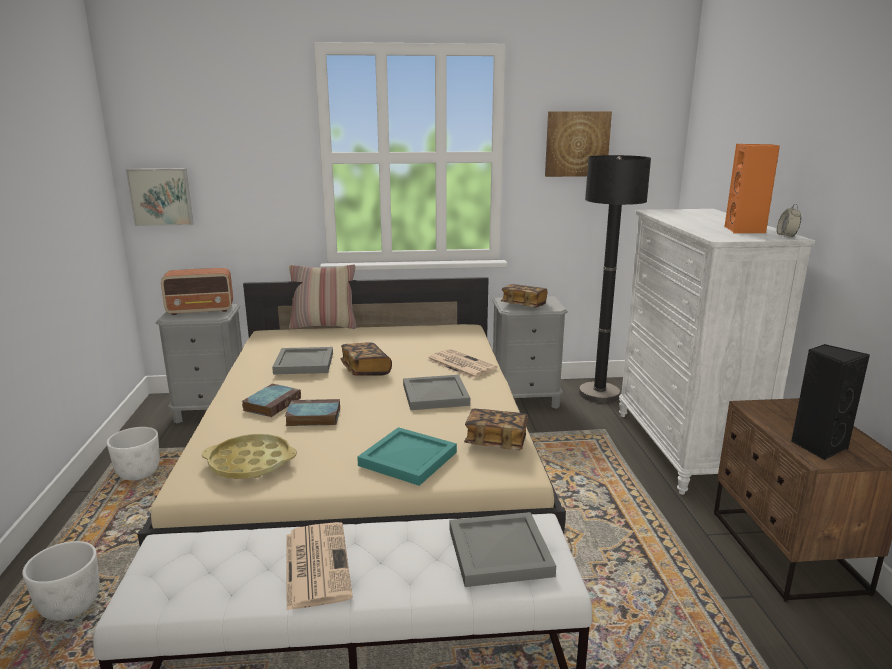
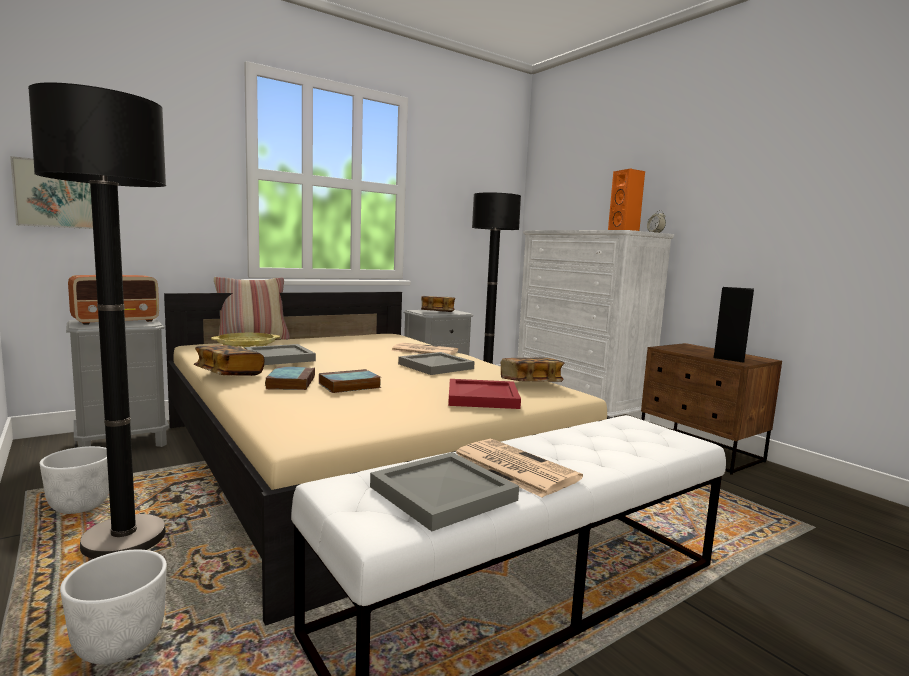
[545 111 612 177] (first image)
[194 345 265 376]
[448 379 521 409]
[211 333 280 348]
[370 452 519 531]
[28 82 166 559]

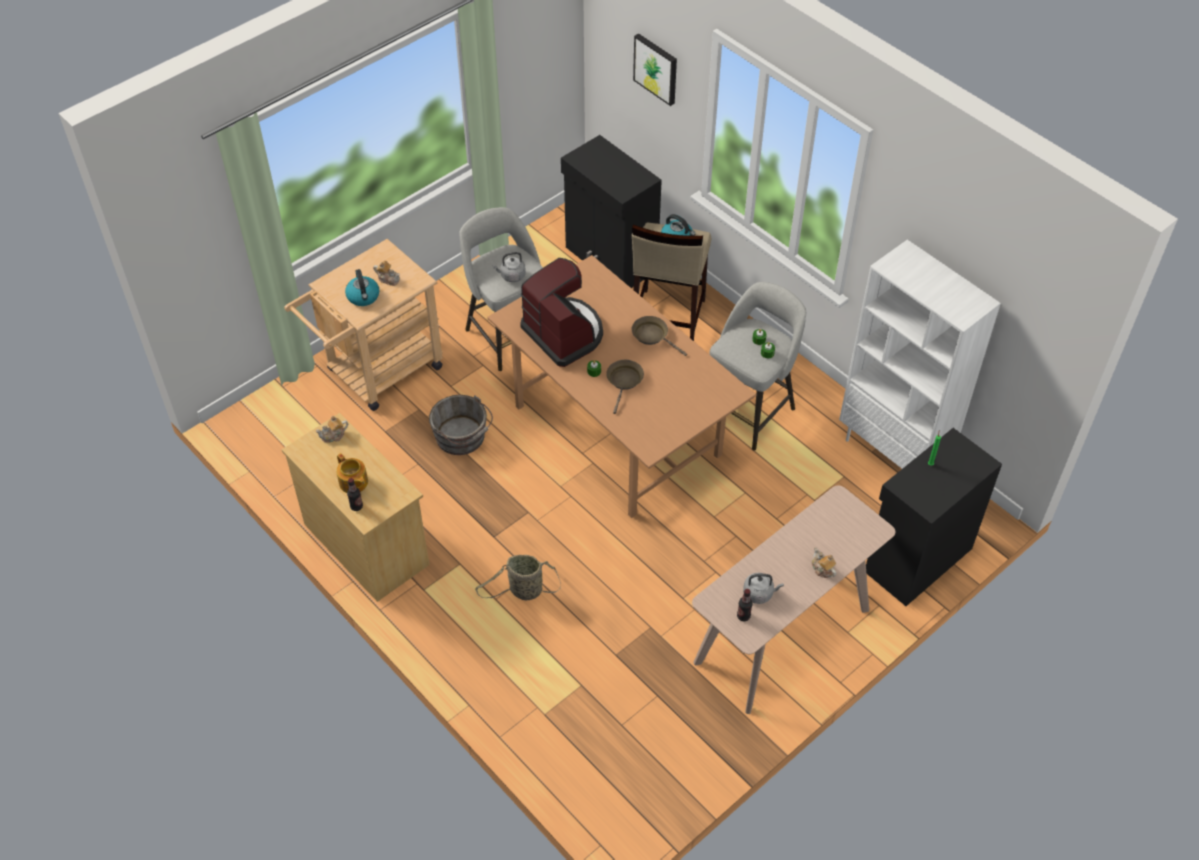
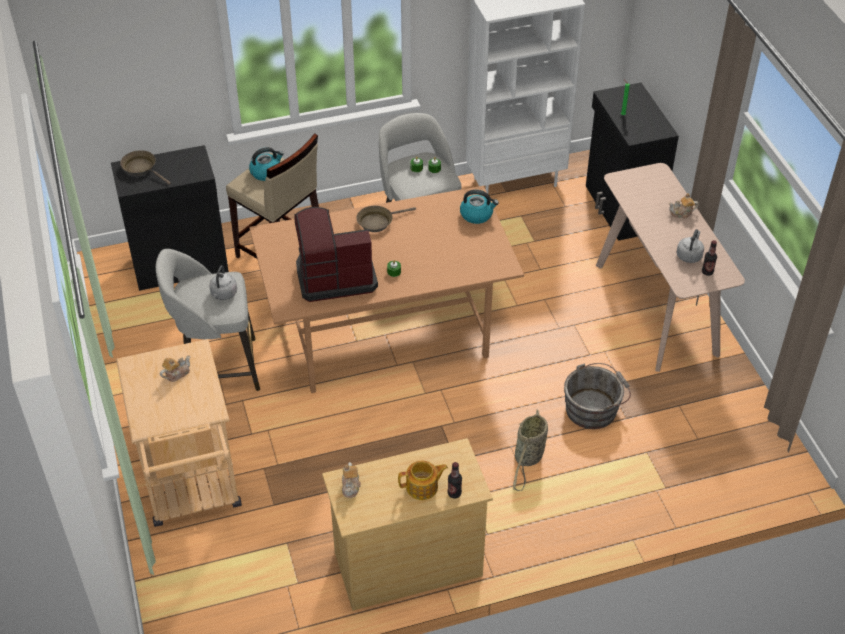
[633 33 677 106] (first image)
[460 190 499 224]
[120 150 171 185]
[564 363 631 429]

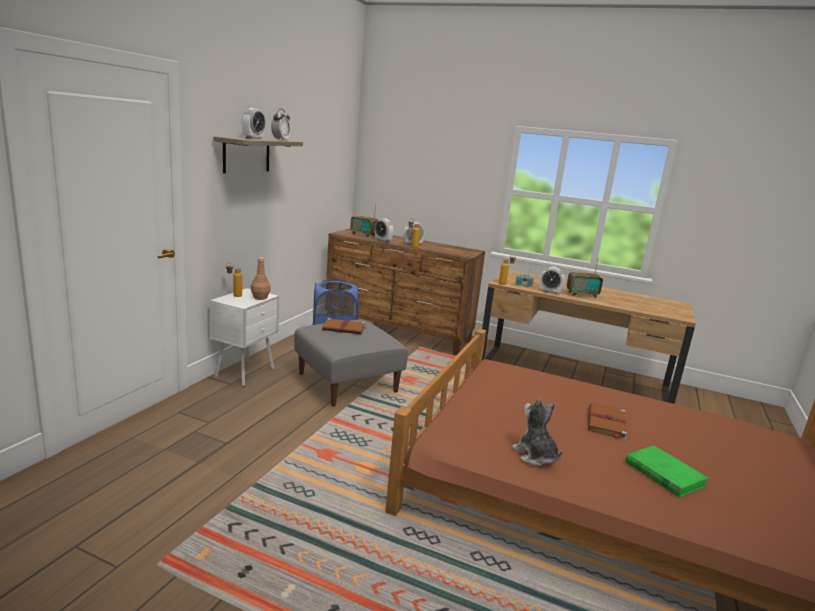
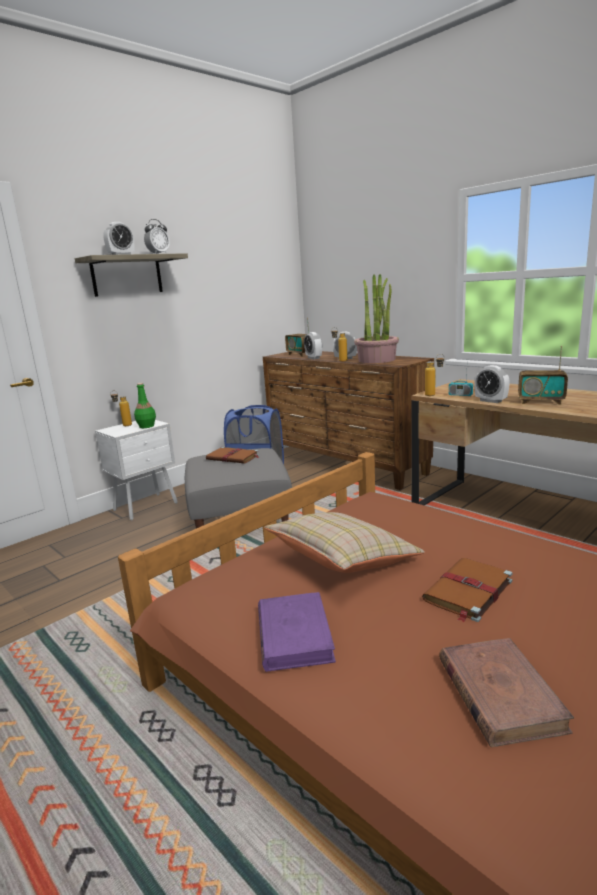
[134 383 156 428]
[258 592 336 672]
[439 638 574 747]
[354 274 399 363]
[264 512 425 573]

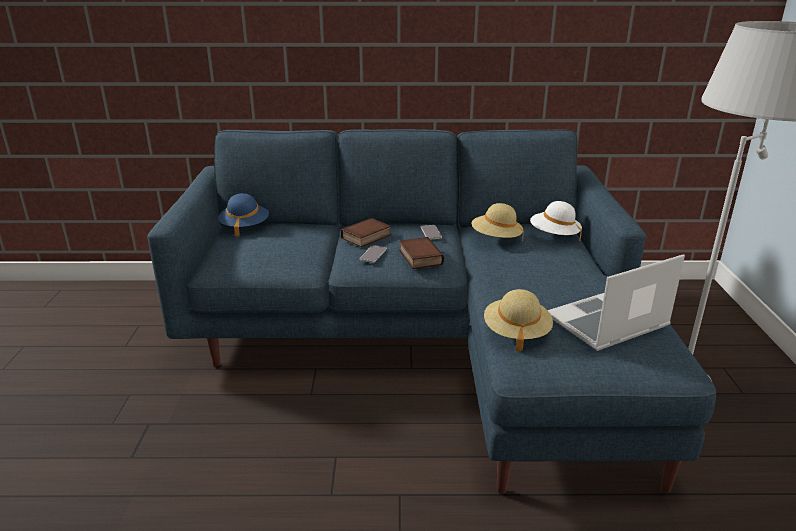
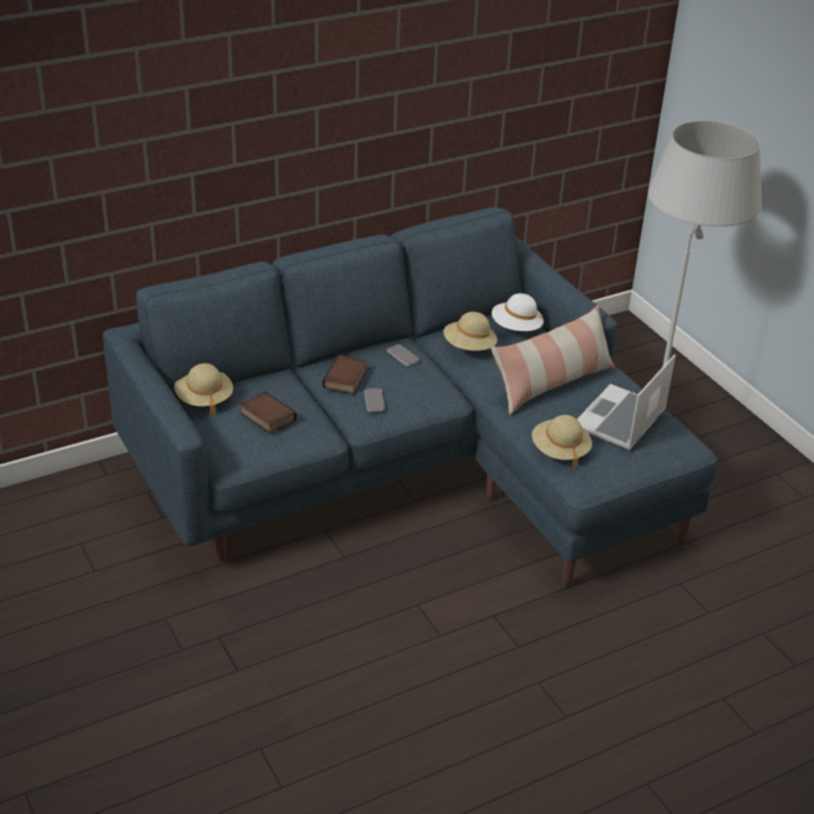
[174 363 233 415]
[240 391 297 434]
[491 305 615 415]

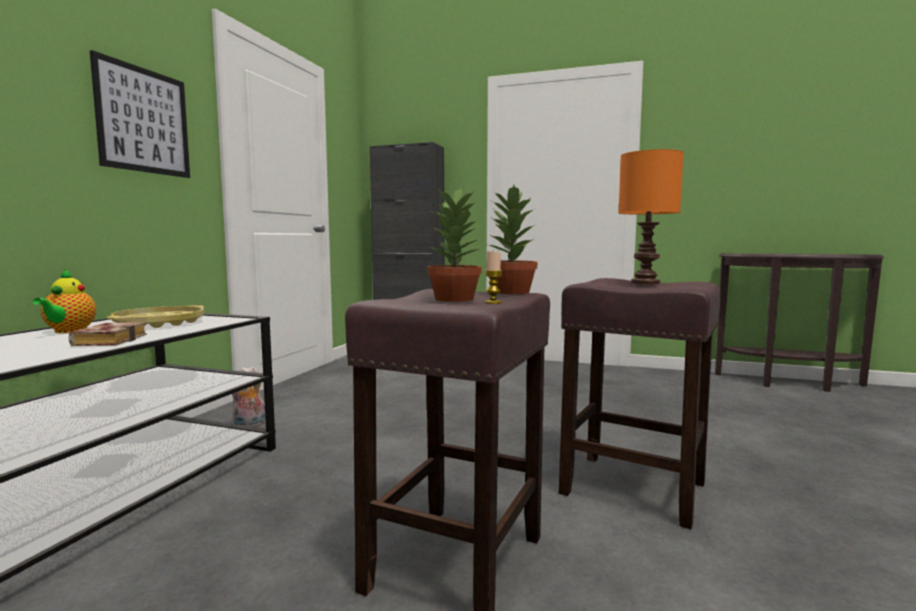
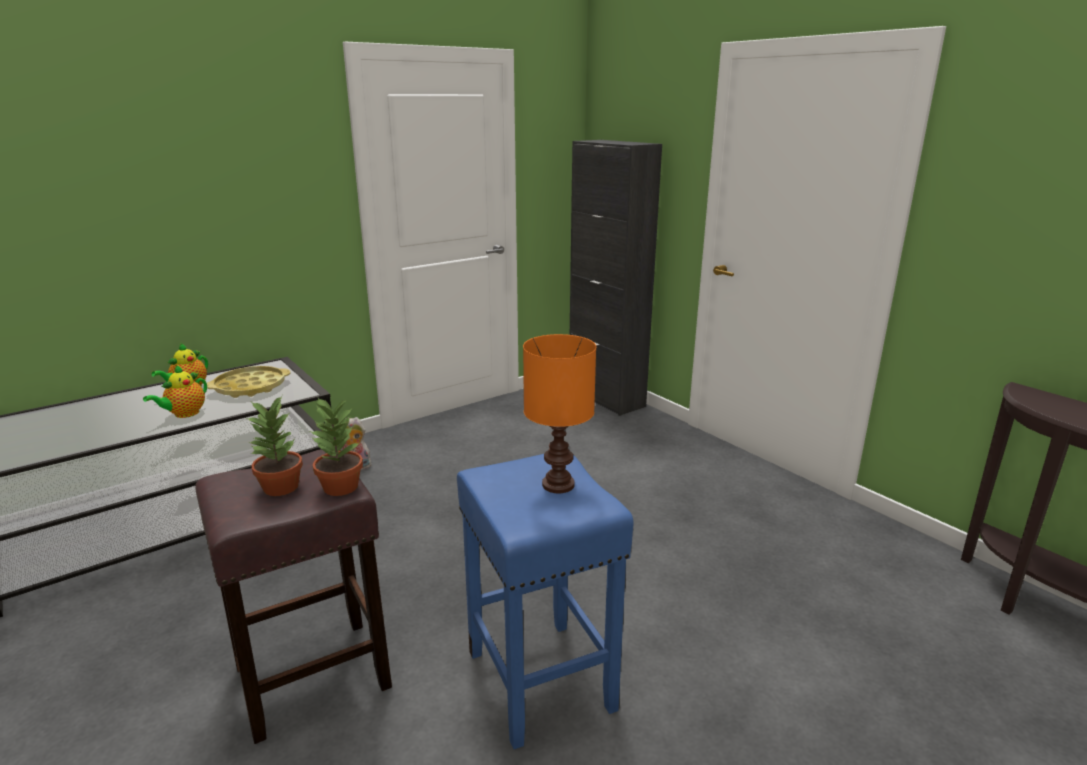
[90 50 190 178] (first image)
[485 251 502 304] (first image)
[457 454 634 749]
[143 365 207 418]

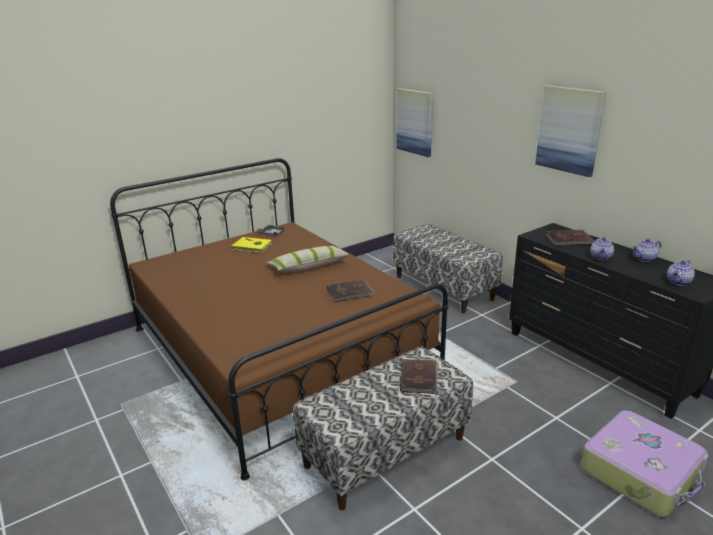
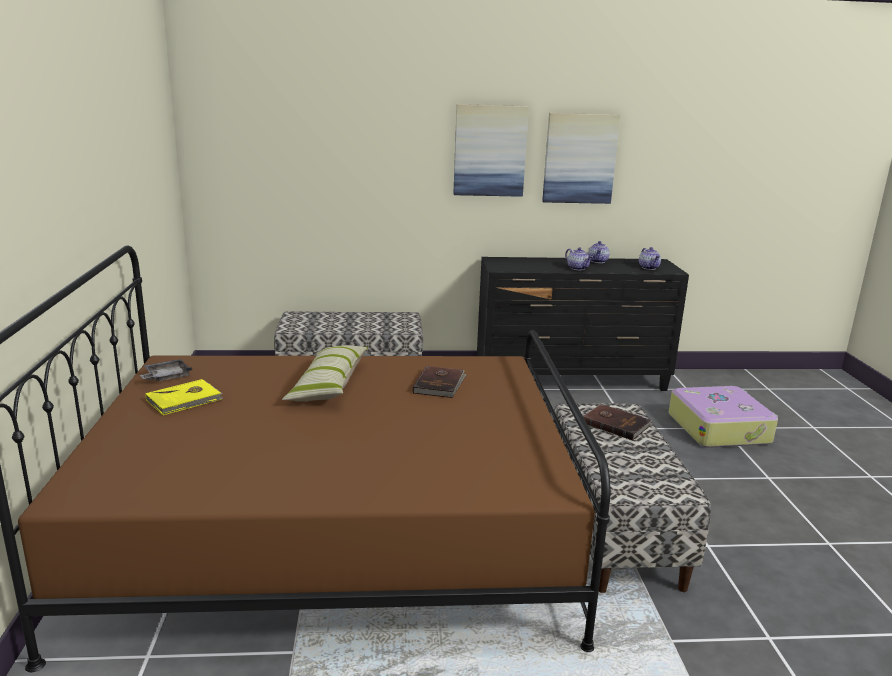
[542 113 620 204]
[546 230 595 246] (first image)

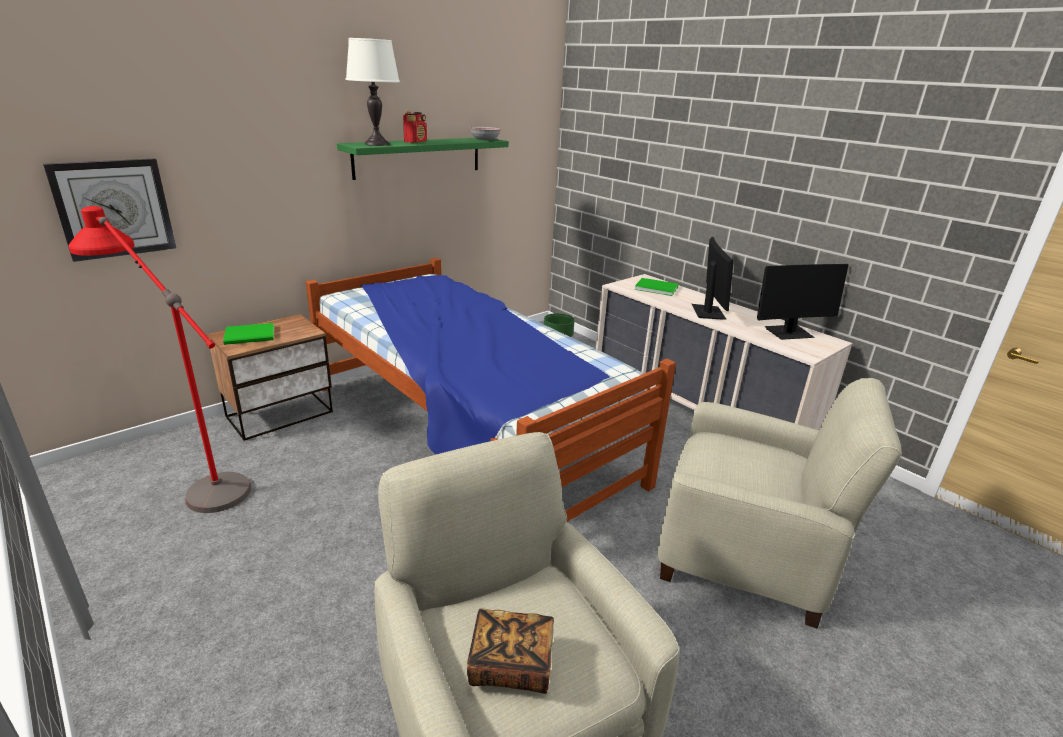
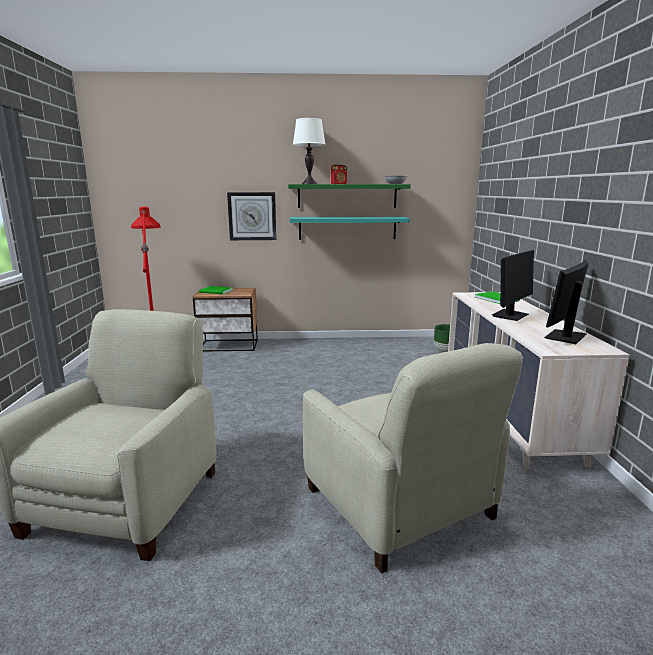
[227 192 276 240]
[306 258 676 522] (first image)
[544 260 589 344]
[467 608 554 694] (first image)
[290 217 410 240]

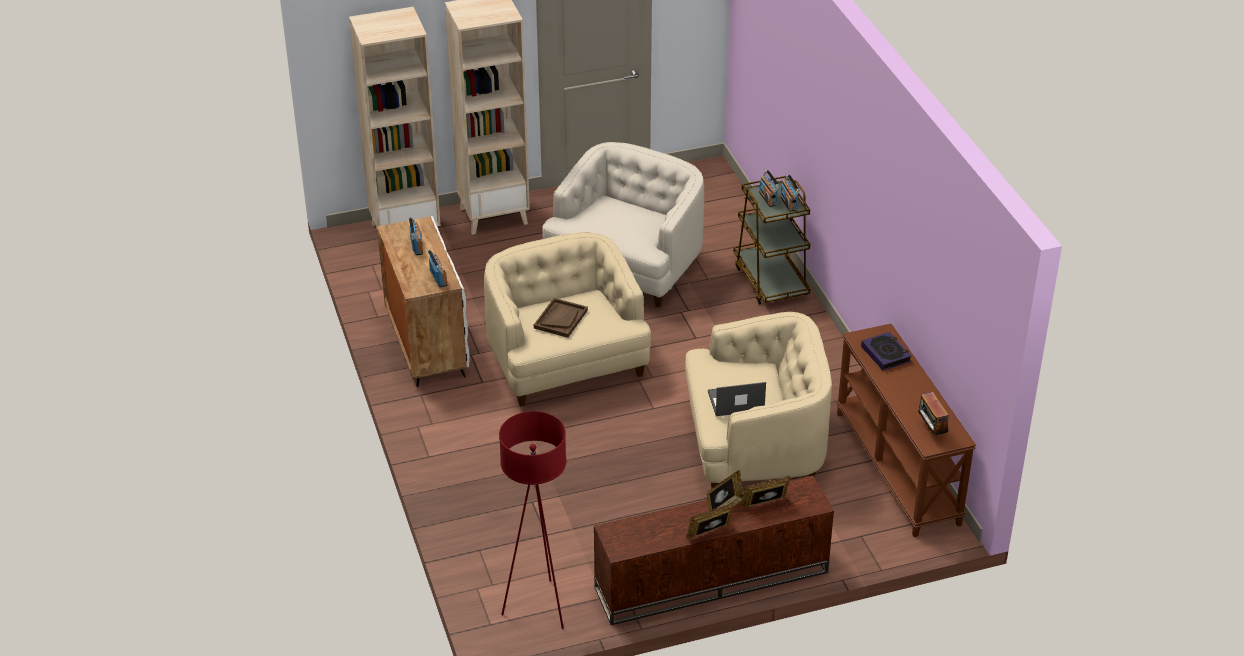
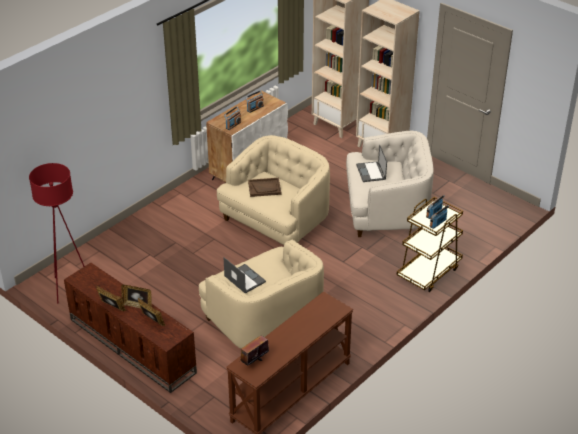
[861 332 912 371] (first image)
[356 144 387 182]

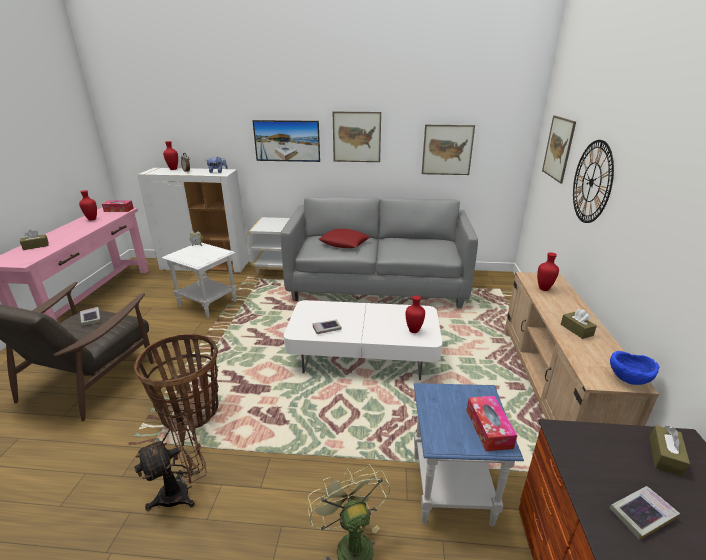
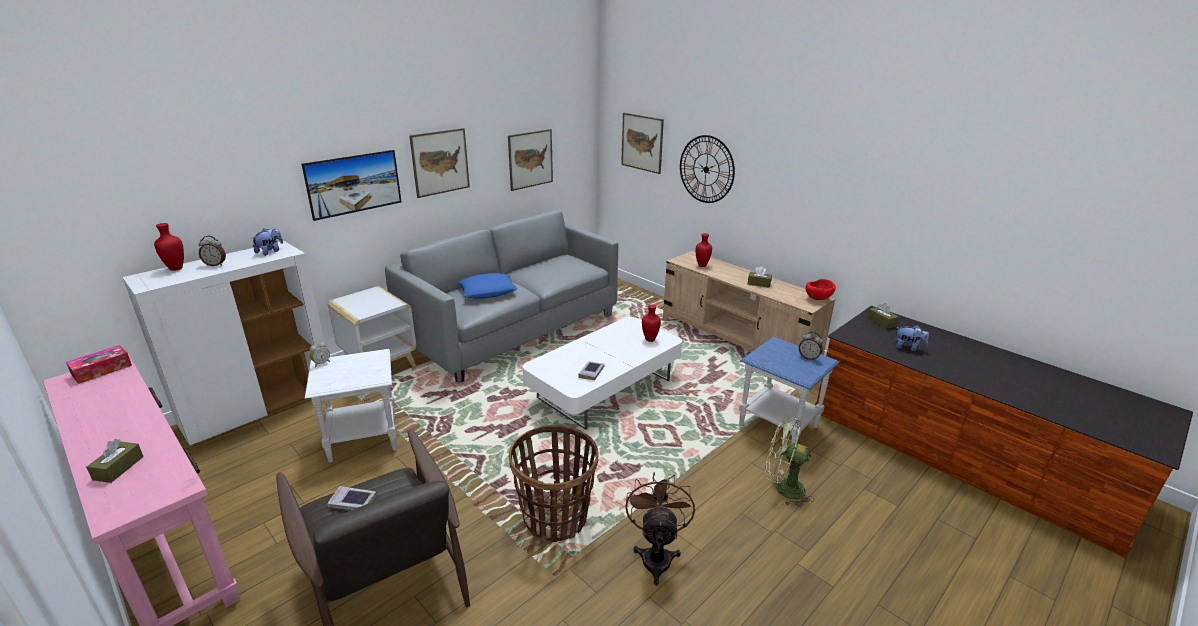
[79 190 97 221] (first image)
[458 273 517 298]
[806 279 836 300]
[799 331 823 361]
[895 325 929 351]

